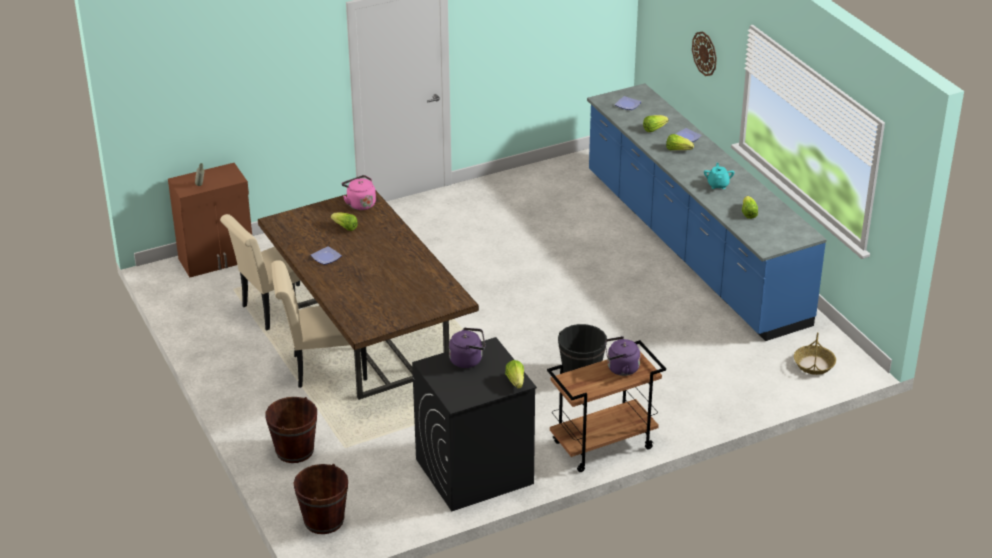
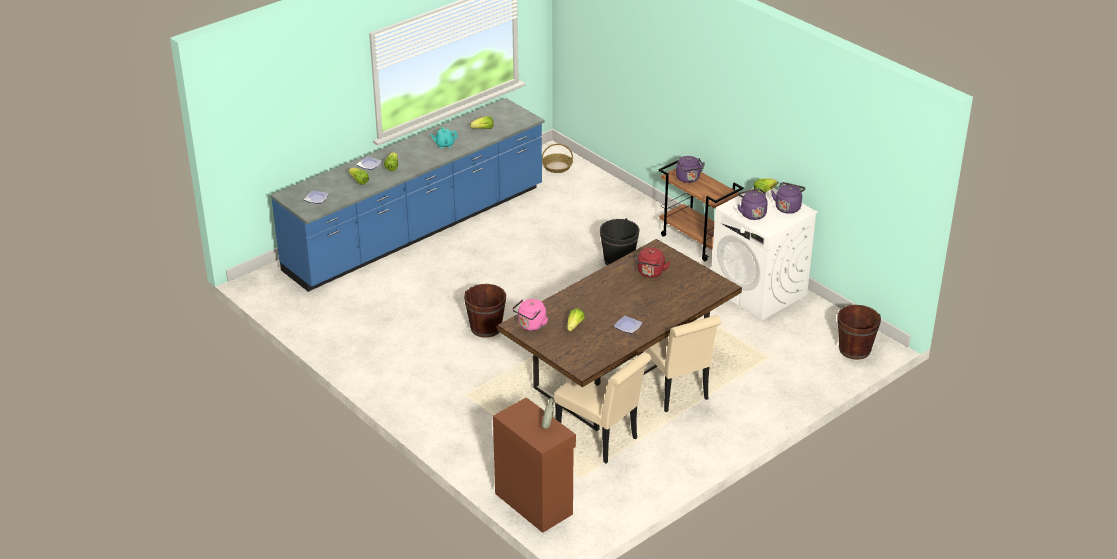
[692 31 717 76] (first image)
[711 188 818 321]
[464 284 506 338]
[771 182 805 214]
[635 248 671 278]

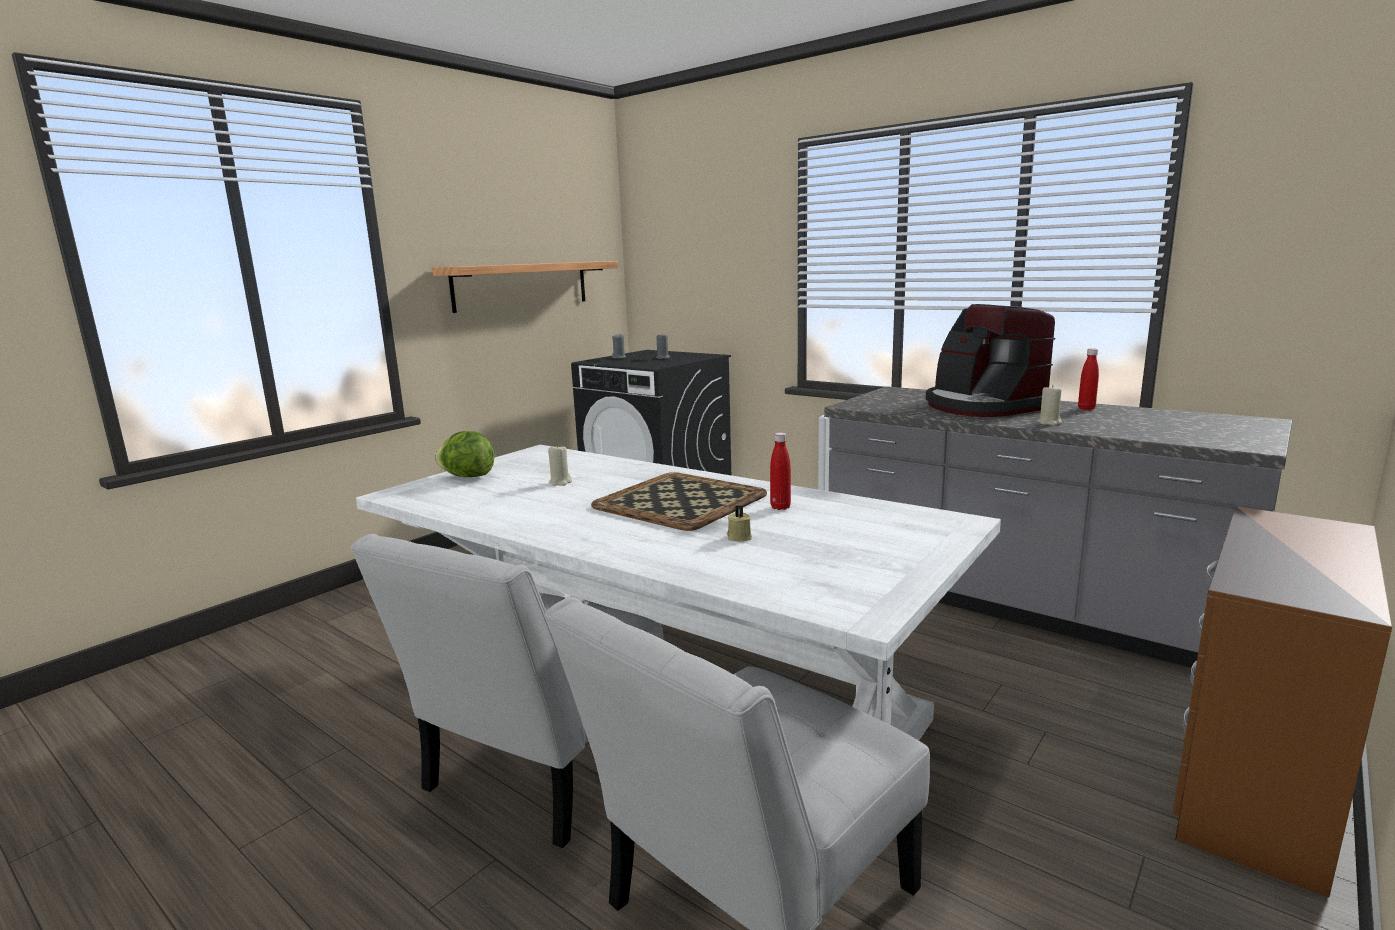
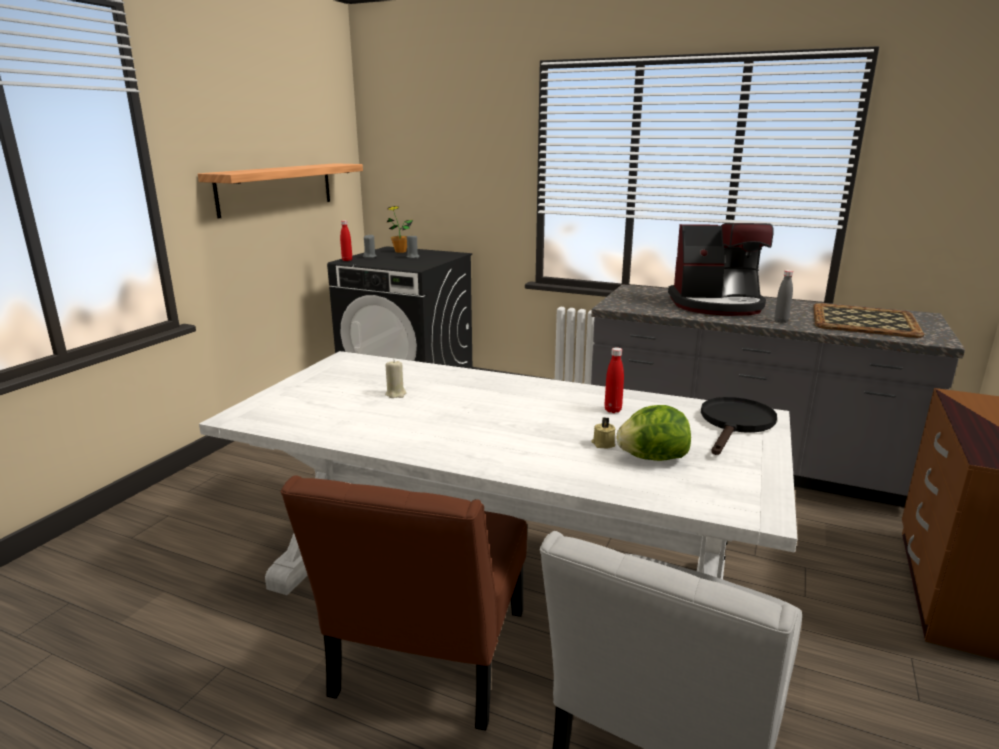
[668 223 774 316]
[340 220 352 261]
[774 270 793 323]
[617 405 691 461]
[813 303 924 338]
[280 475 527 731]
[387 206 413 253]
[701 397 777 455]

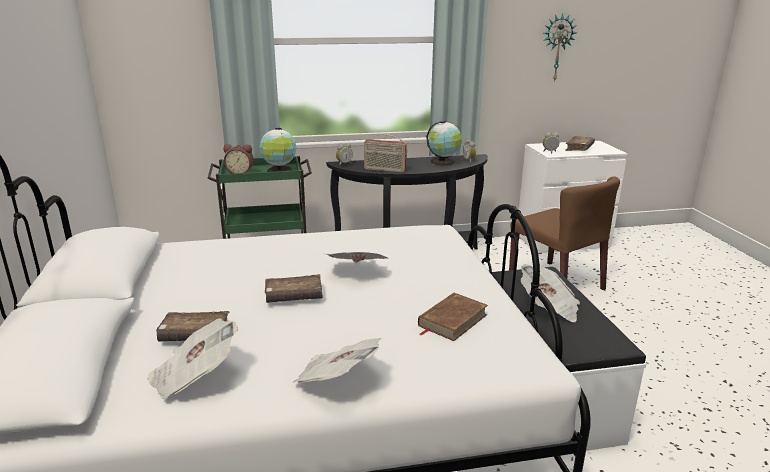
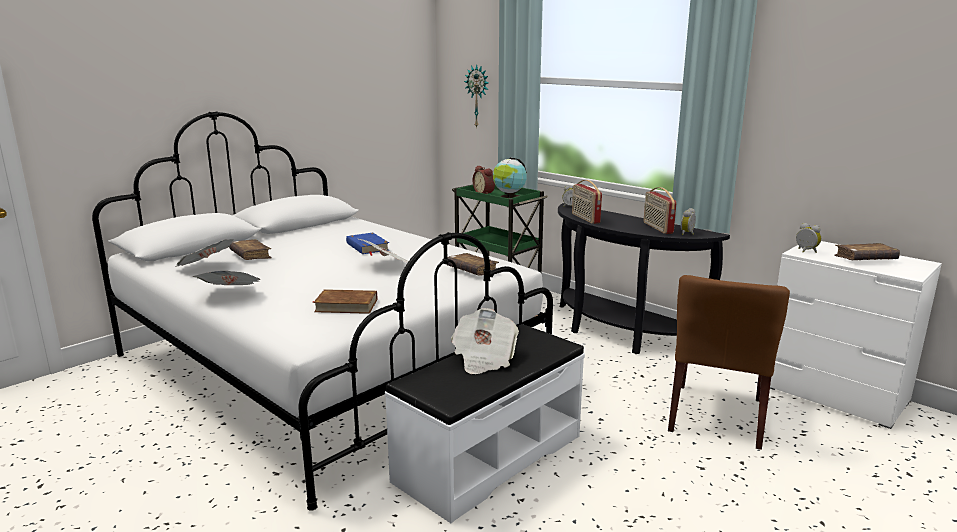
[464 64 488 129]
[643 187 677 234]
[447 253 499 276]
[346 233 389 256]

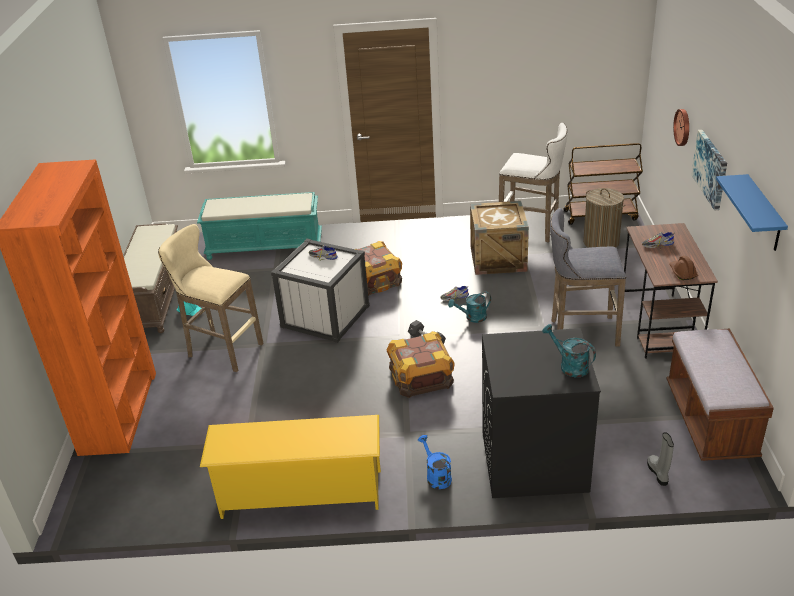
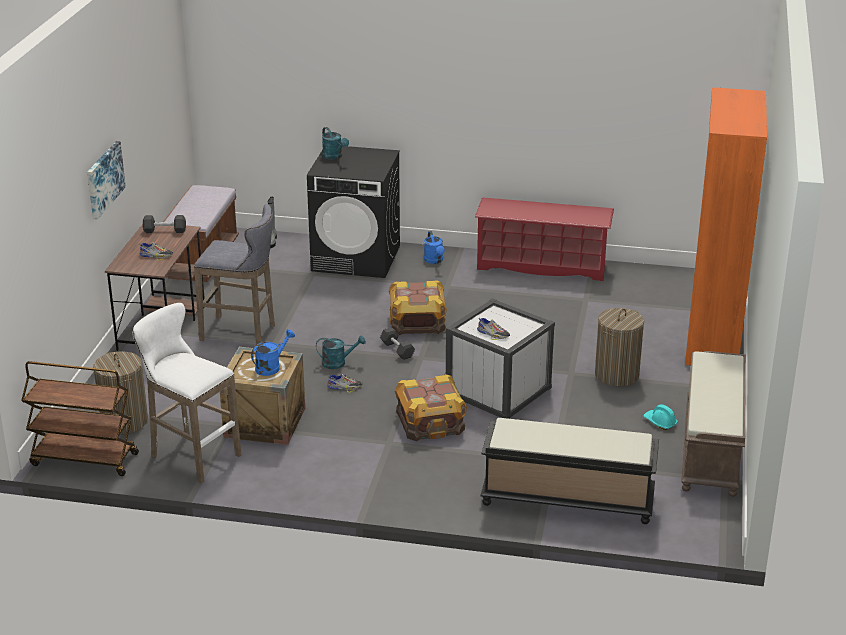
[673 109 689 146] (first image)
[716 174 788 251] (first image)
[480 418 659 524]
[595 308 644 386]
[143 215 186 233]
[475 198 614 281]
[251 329 295 376]

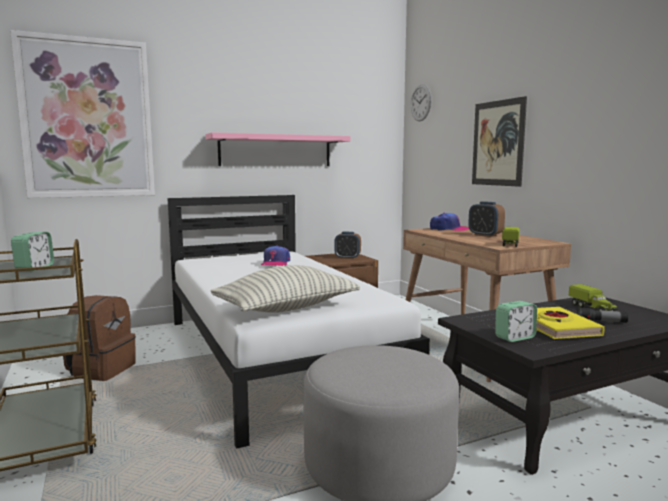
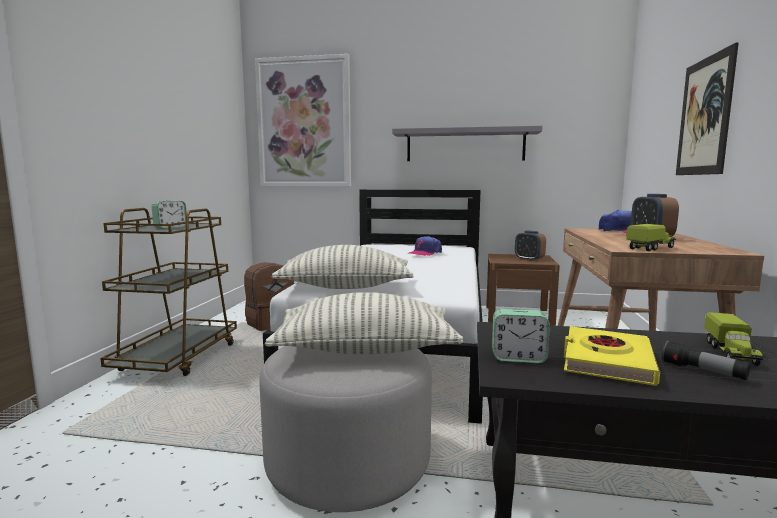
[410 85 431 121] (first image)
[392 125 543 161]
[265 292 464 354]

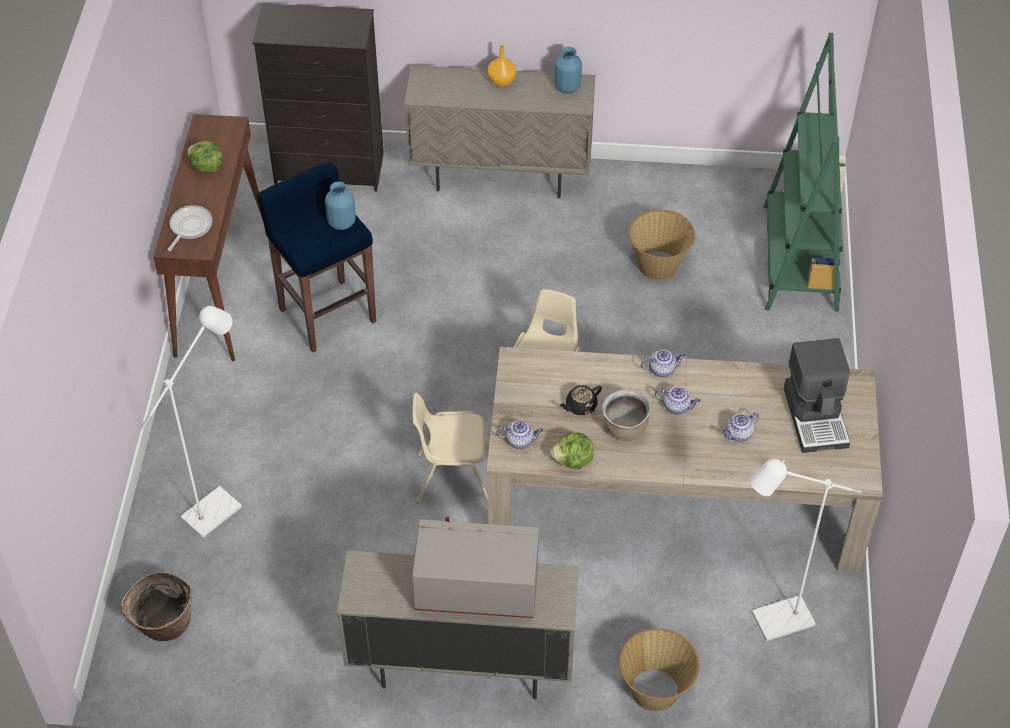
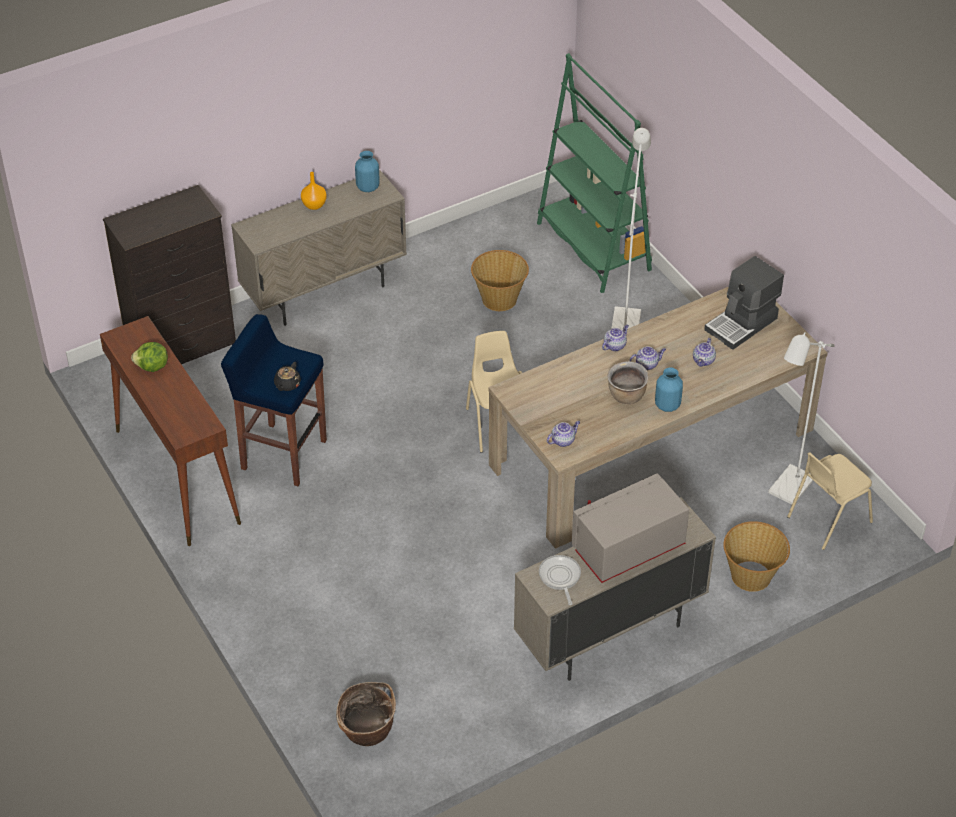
[655 368 683 412]
[539 555 581 605]
[611 128 651 330]
[704 256 784 350]
[274 362 301 391]
[787 452 873 550]
[550 432 594 469] (first image)

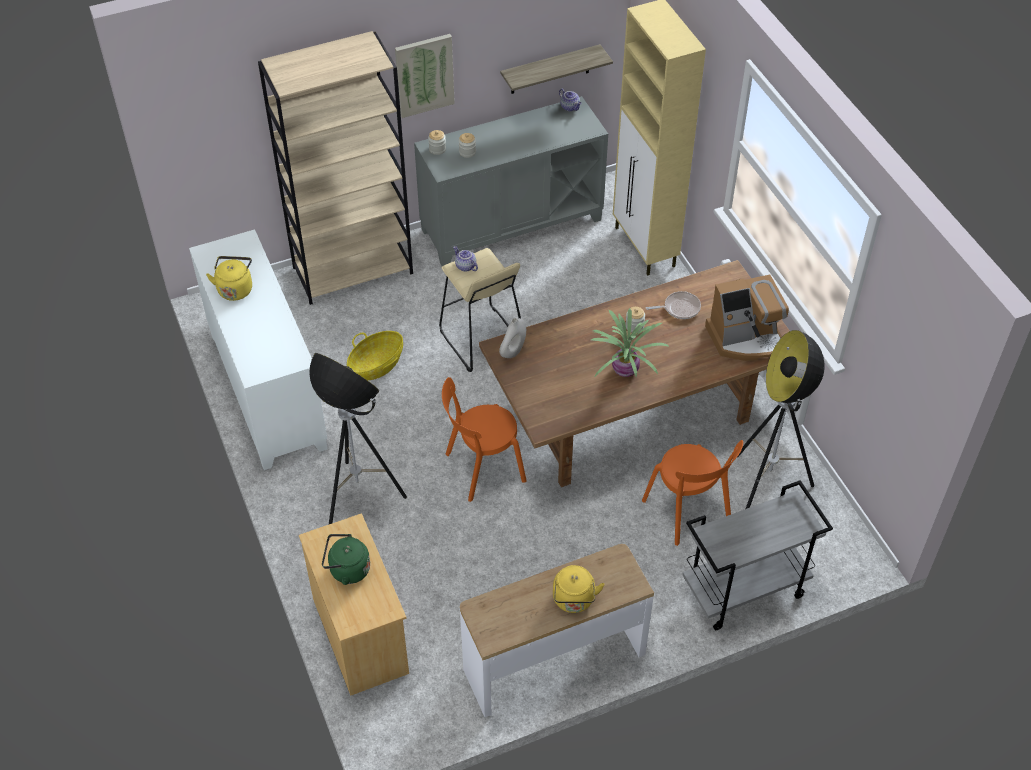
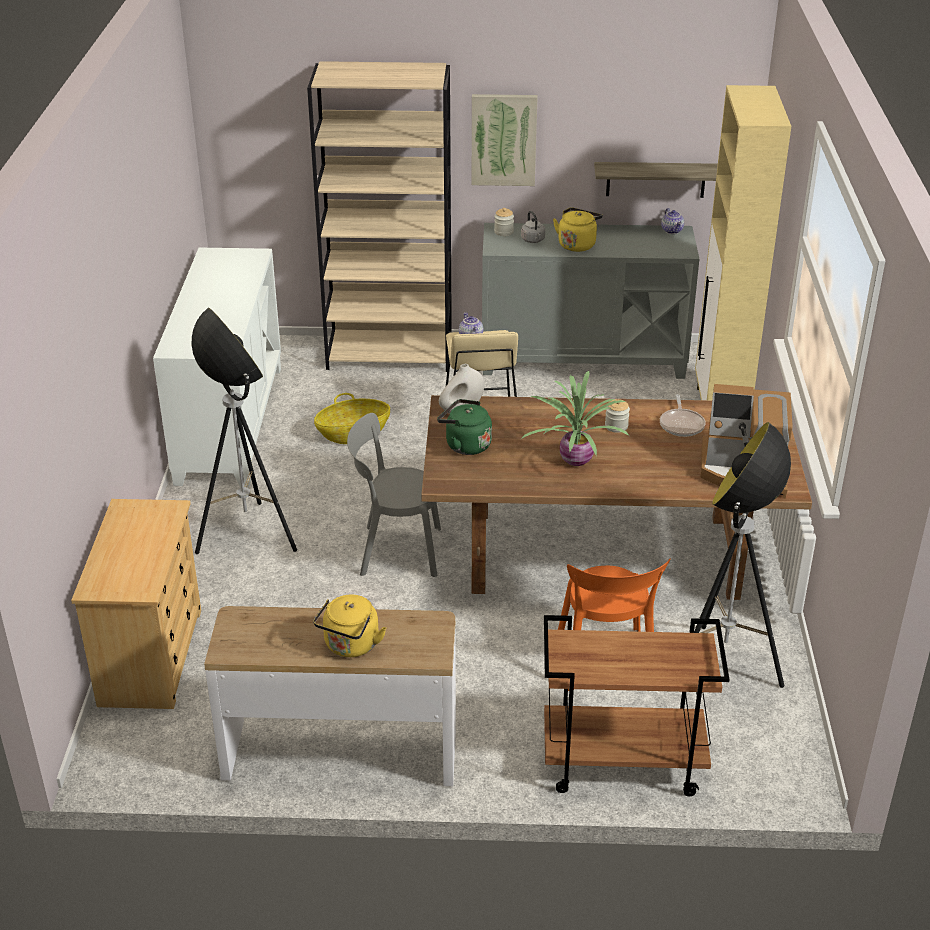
[521 211 545 243]
[553 207 603 252]
[660 394 706 437]
[347 413 441 577]
[544 615 729 796]
[437 399 492 455]

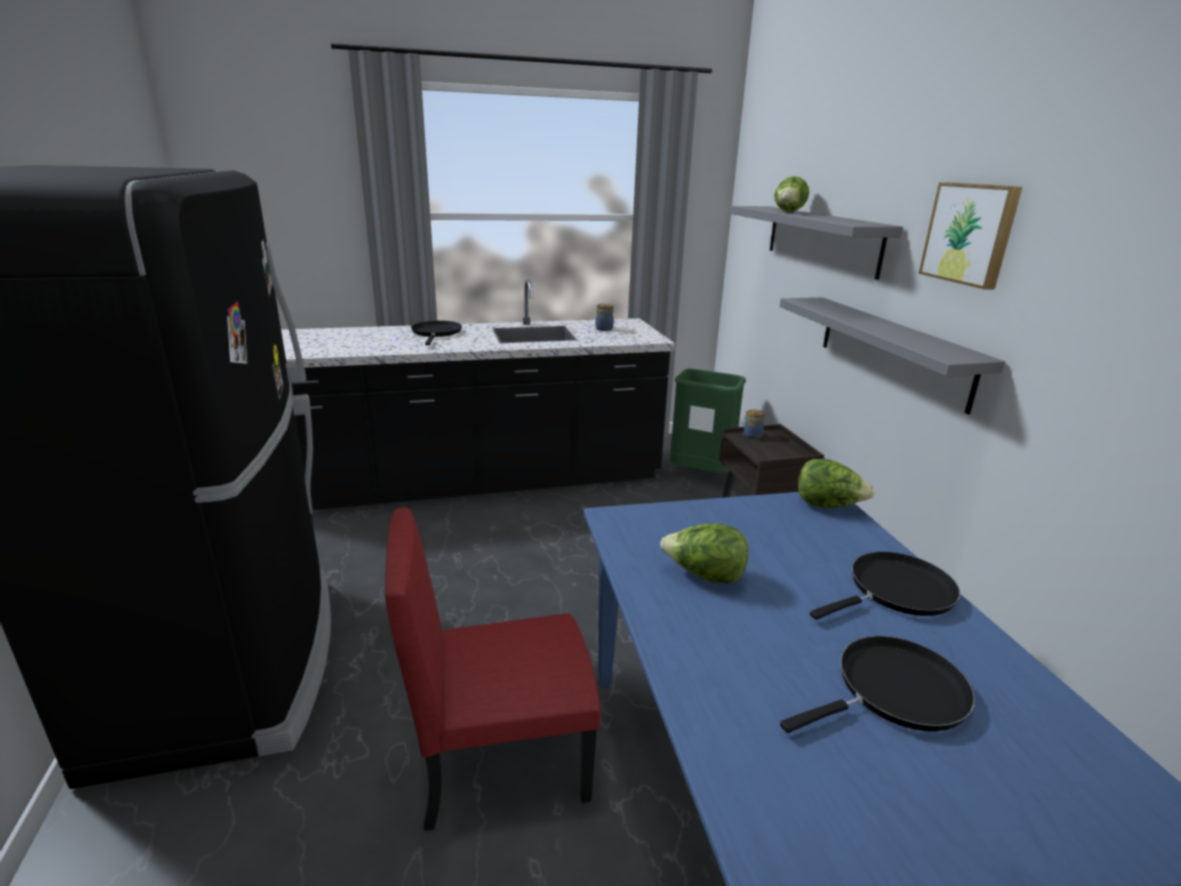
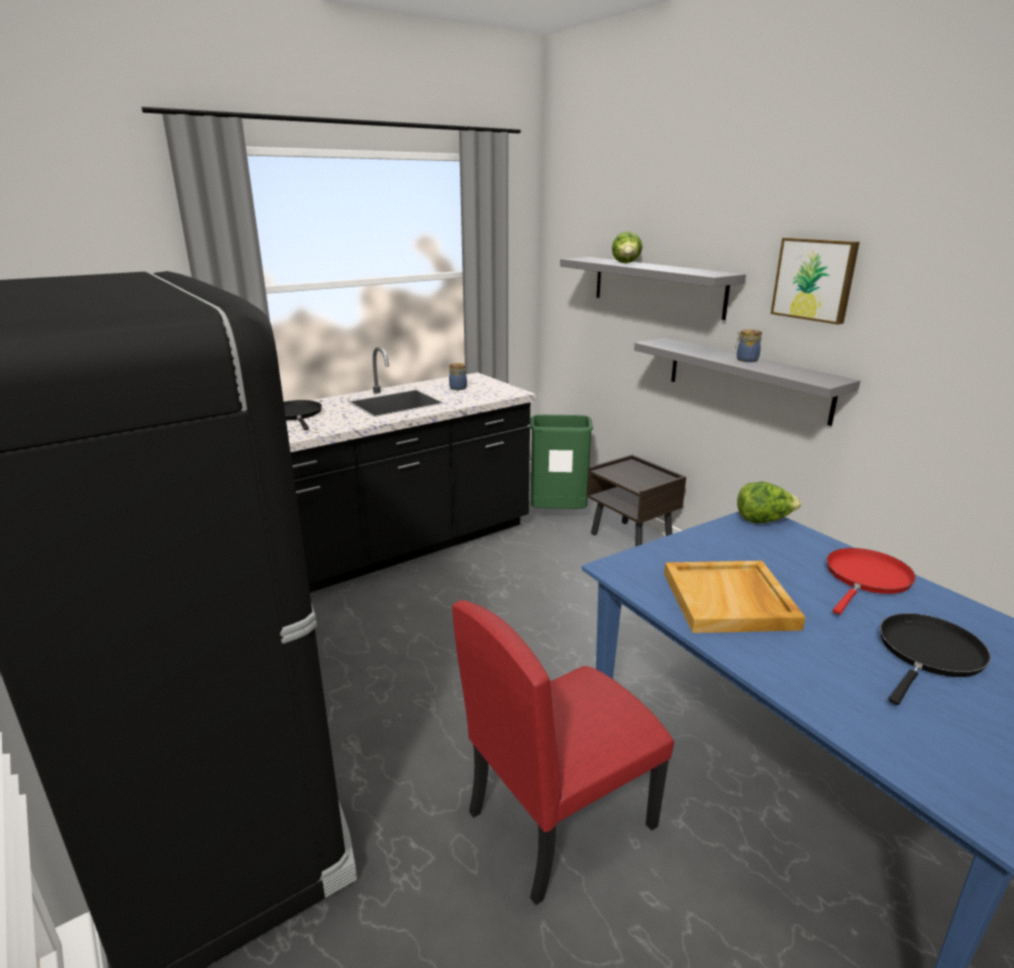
[735 329 762 362]
[664 561 806 633]
[827 548 916 615]

